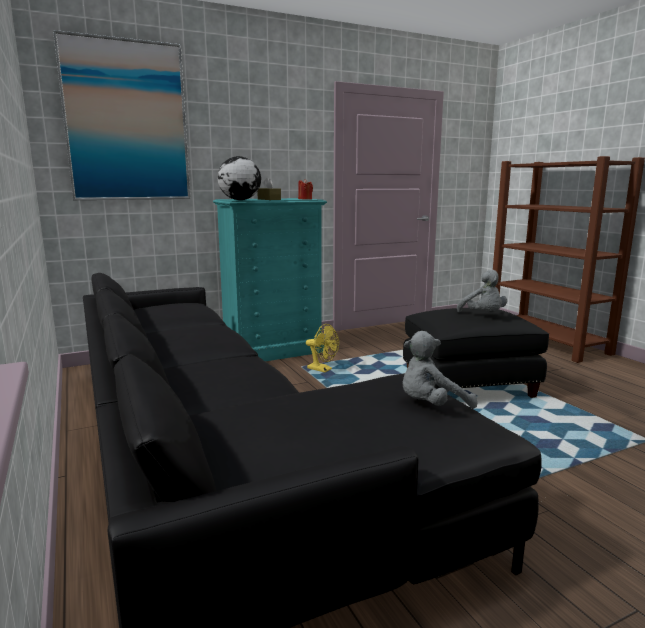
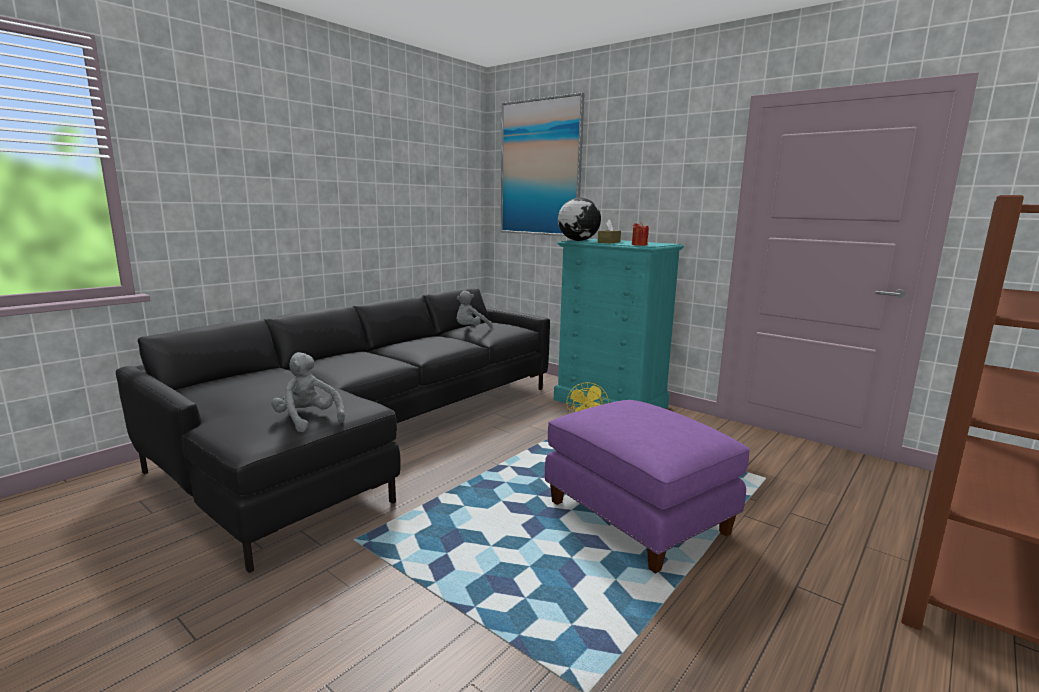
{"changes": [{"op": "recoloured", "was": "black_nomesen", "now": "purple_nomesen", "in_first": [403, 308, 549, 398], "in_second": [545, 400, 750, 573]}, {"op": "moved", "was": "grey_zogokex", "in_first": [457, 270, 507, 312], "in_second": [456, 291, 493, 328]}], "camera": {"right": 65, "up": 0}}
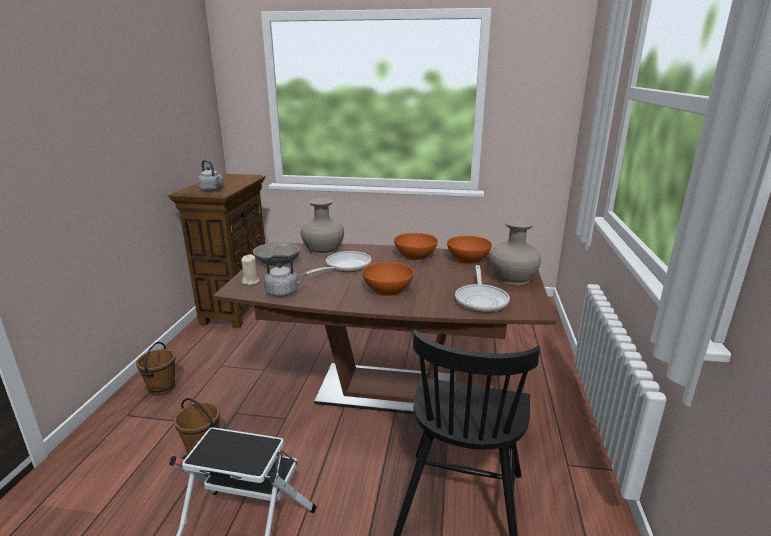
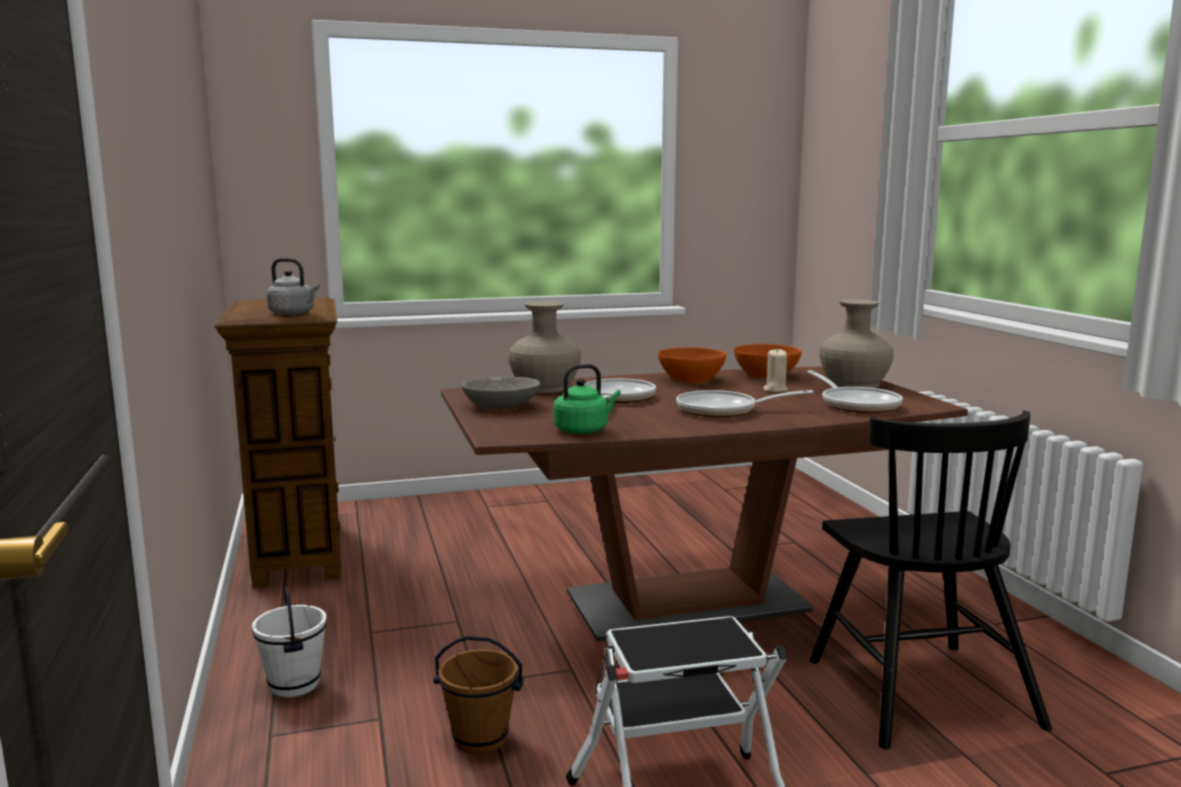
{"changes": [{"op": "recoloured", "was": "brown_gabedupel", "now": "white_gabedupel", "in_first": [136, 342, 176, 396], "in_second": [252, 588, 327, 697]}, {"op": "moved", "was": "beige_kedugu", "in_first": [241, 255, 259, 285], "in_second": [764, 348, 788, 392]}, {"op": "recoloured", "was": "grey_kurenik", "now": "green_kurenik", "in_first": [264, 255, 307, 297], "in_second": [553, 364, 621, 434]}, {"op": "replaced", "was": "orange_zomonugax", "now": "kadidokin", "in_first": [362, 262, 414, 296], "in_second": [676, 390, 813, 417]}], "camera": {"right": -25, "up": -10}}
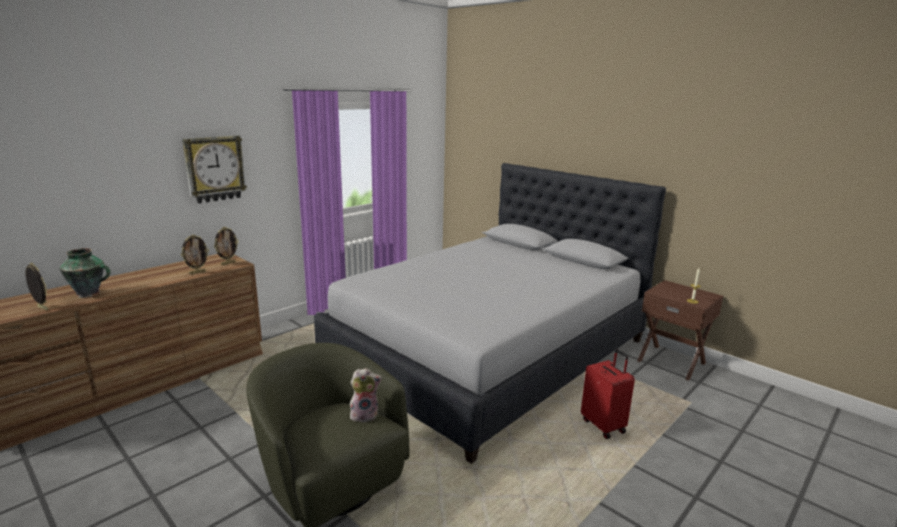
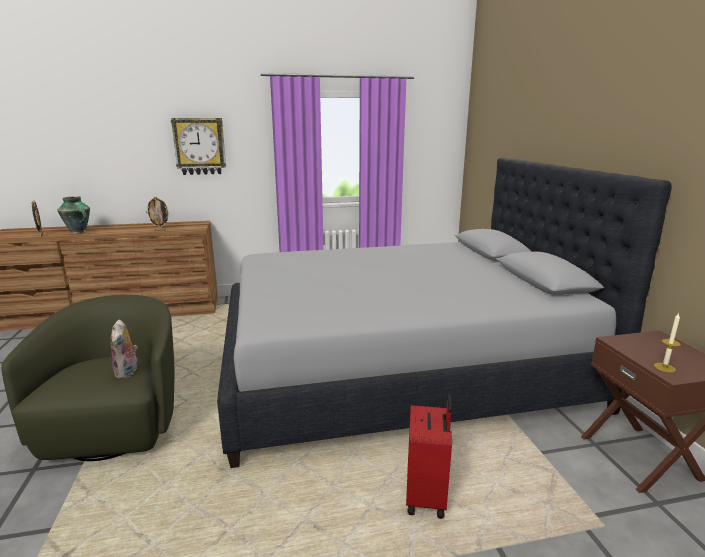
{"changes": [{"op": "removed", "was": "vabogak", "in_first": [214, 227, 239, 265]}, {"op": "turned", "was": "zogokex", "in_first": [350, 368, 382, 423], "in_second": [110, 320, 138, 379], "clockwise": 60}], "camera": {"right": 35, "up": 0}}
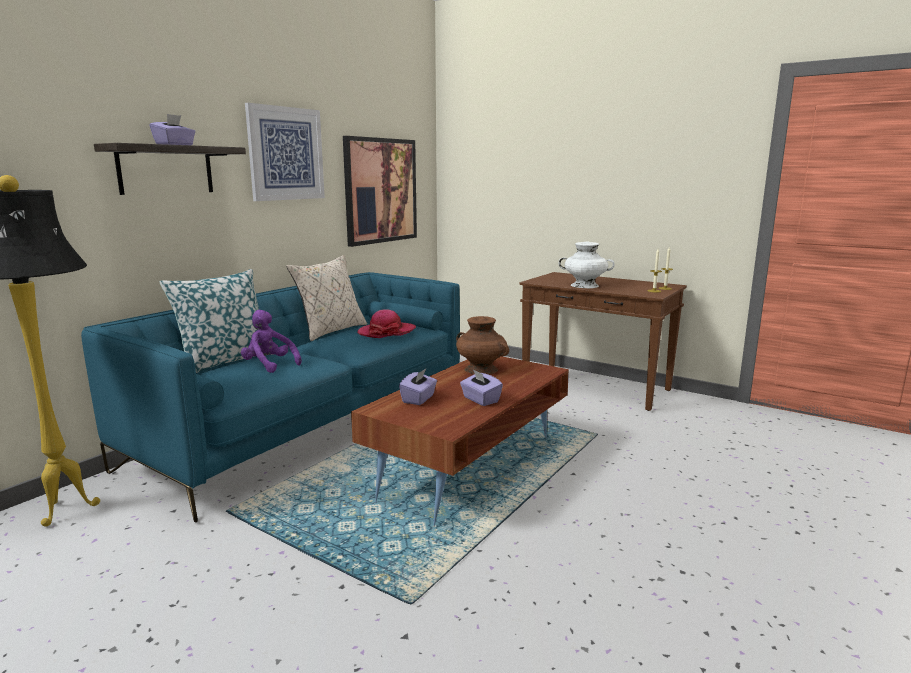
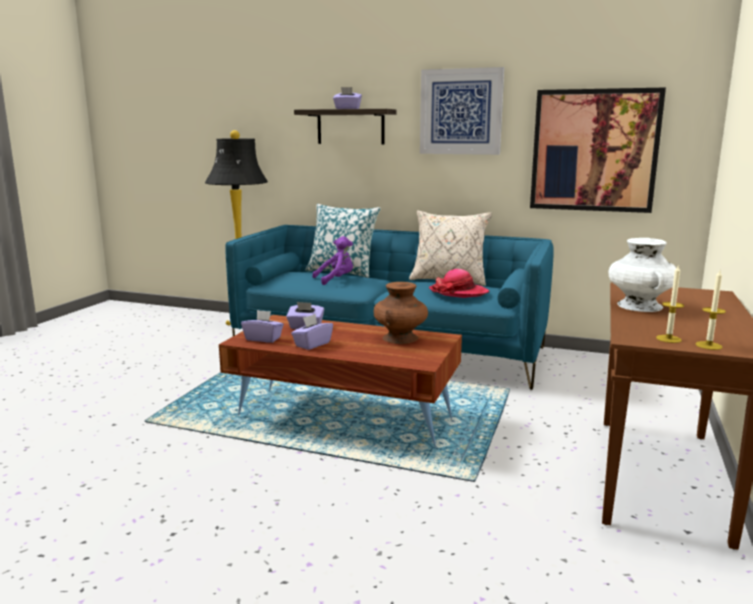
{"changes": [{"op": "turned", "was": "purple_zogokex", "in_first": [241, 310, 302, 373], "in_second": [312, 236, 353, 285], "clockwise": 45}, {"op": "added", "now": "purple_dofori", "in_second": [241, 310, 284, 343]}], "camera": {"right": 75, "up": 0}}
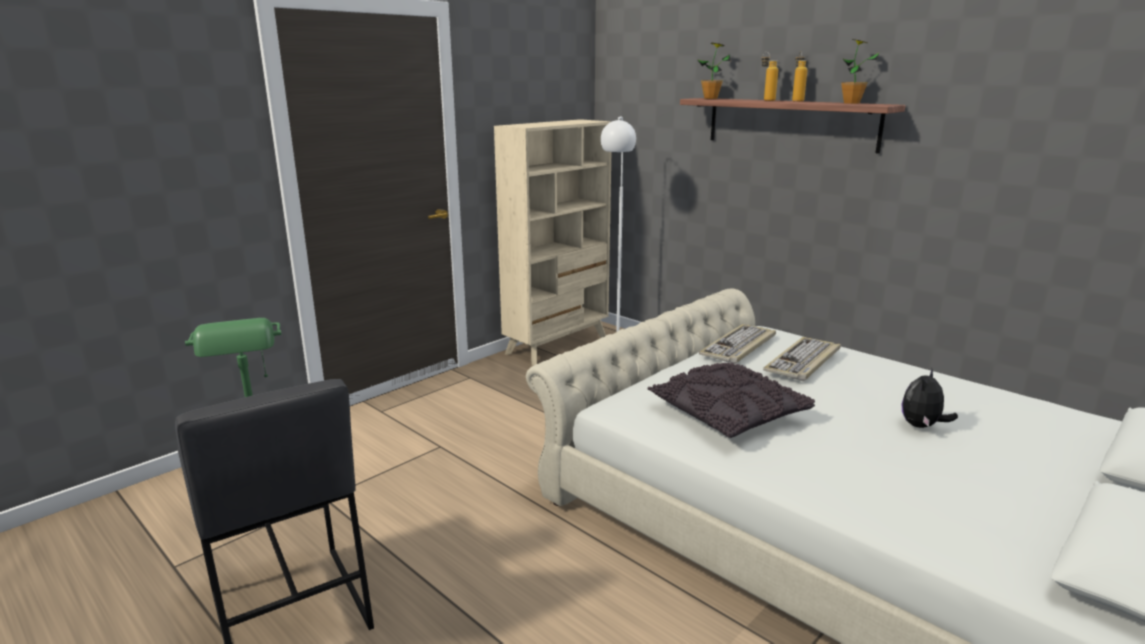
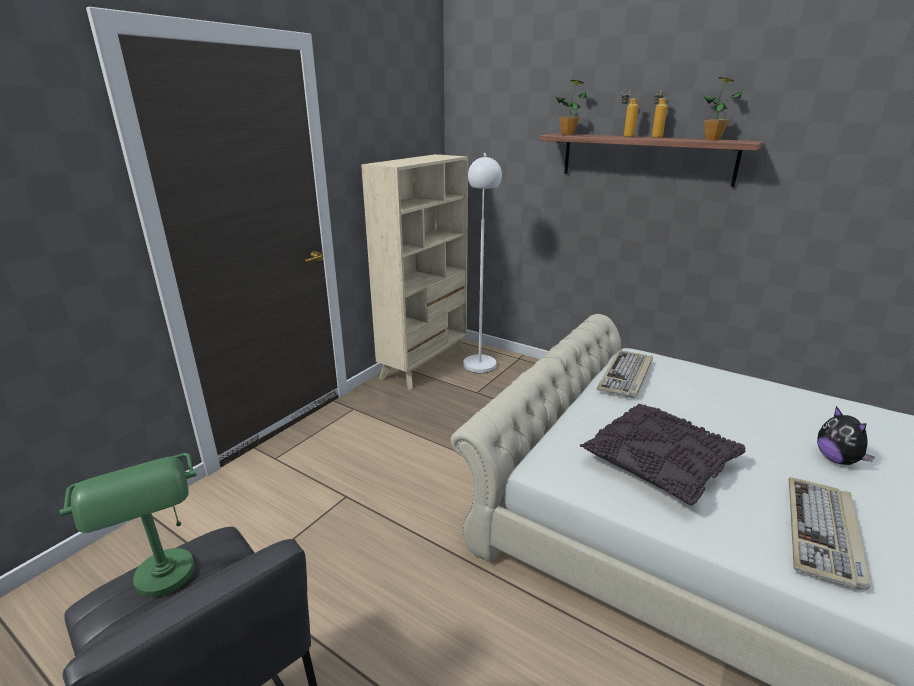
{"changes": [{"op": "moved", "was": "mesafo", "in_first": [763, 337, 841, 381], "in_second": [789, 477, 870, 590]}, {"op": "turned", "was": "zogokex", "in_first": [902, 368, 958, 428], "in_second": [817, 406, 875, 465], "clockwise": -45}], "camera": {"right": -10, "up": 5}}
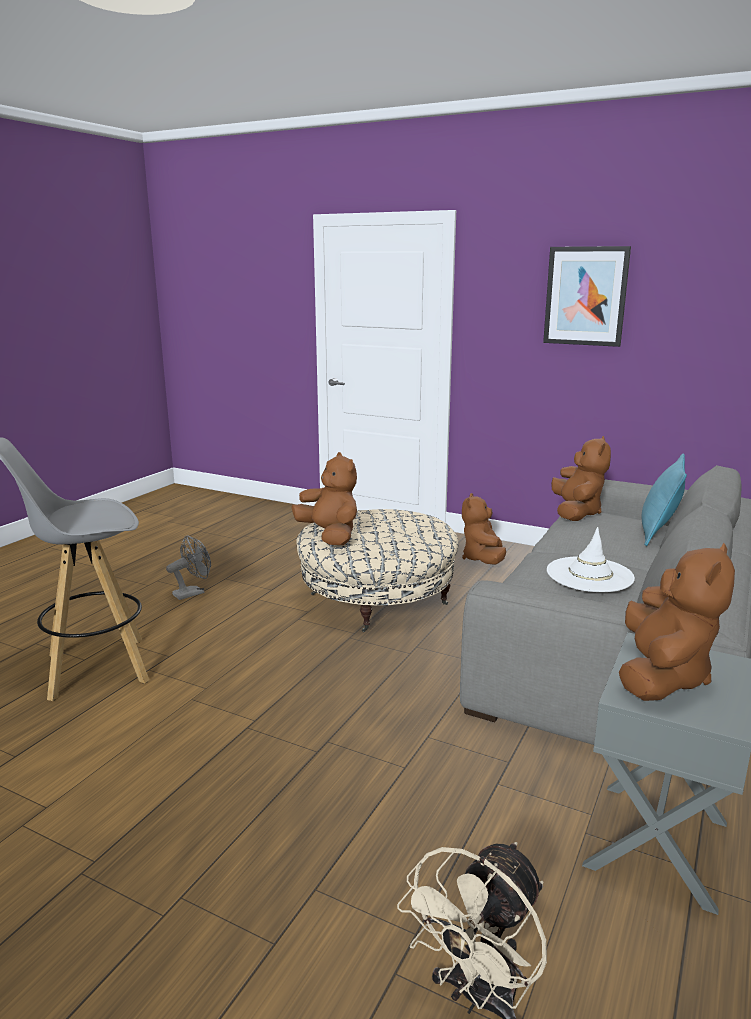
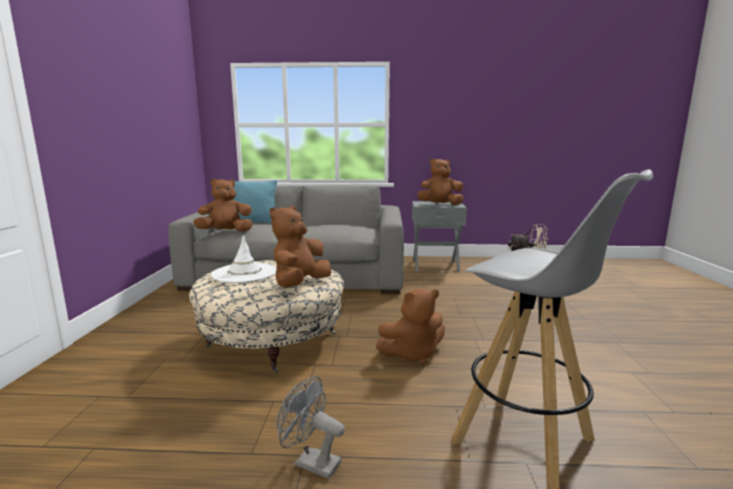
{"changes": [{"op": "moved", "was": "brown_zogokex", "in_first": [462, 493, 506, 564], "in_second": [376, 288, 445, 365]}, {"op": "removed", "was": "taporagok", "in_first": [543, 246, 631, 347]}, {"op": "moved", "was": "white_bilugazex", "in_first": [547, 527, 635, 592], "in_second": [211, 235, 277, 283]}], "camera": {"right": -115, "up": -5}}
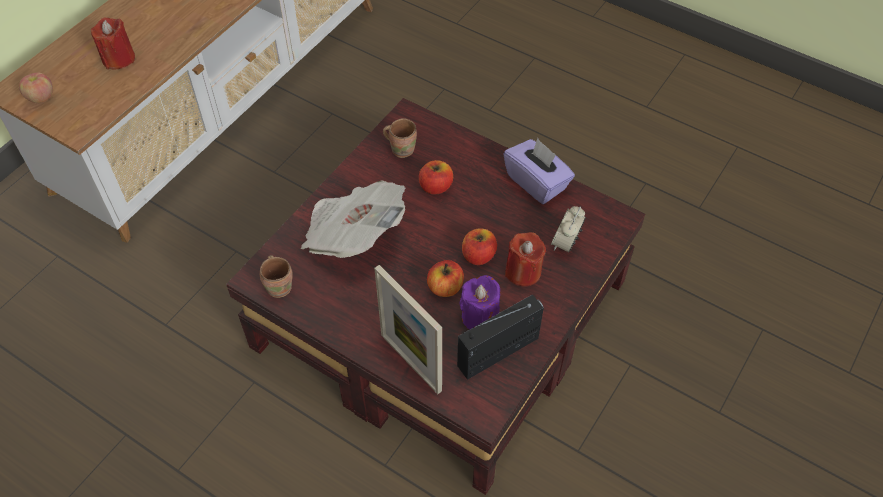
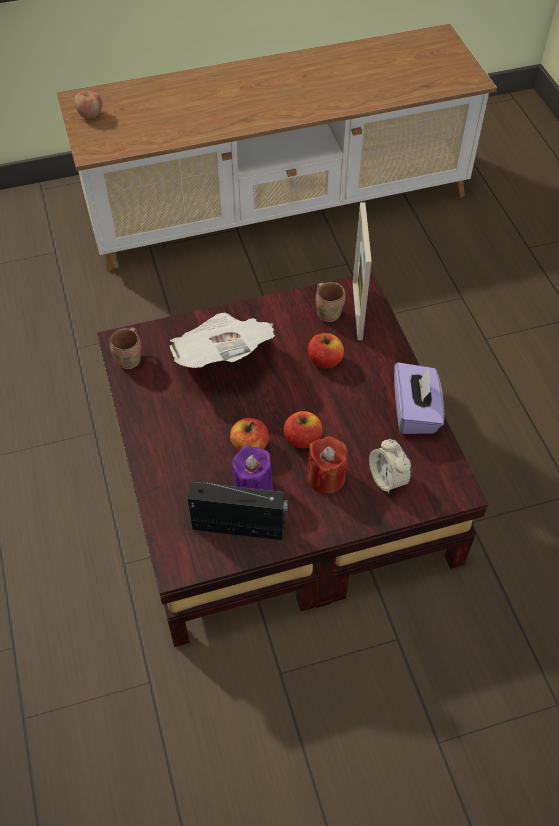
{"changes": [{"op": "removed", "was": "red_kedugu", "in_first": [91, 17, 135, 69]}, {"op": "moved", "was": "vabogak", "in_first": [374, 265, 442, 394], "in_second": [353, 203, 372, 340]}, {"op": "turned", "was": "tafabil", "in_first": [551, 206, 586, 252], "in_second": [369, 439, 412, 494], "clockwise": -90}], "camera": {"right": 40, "up": 0}}
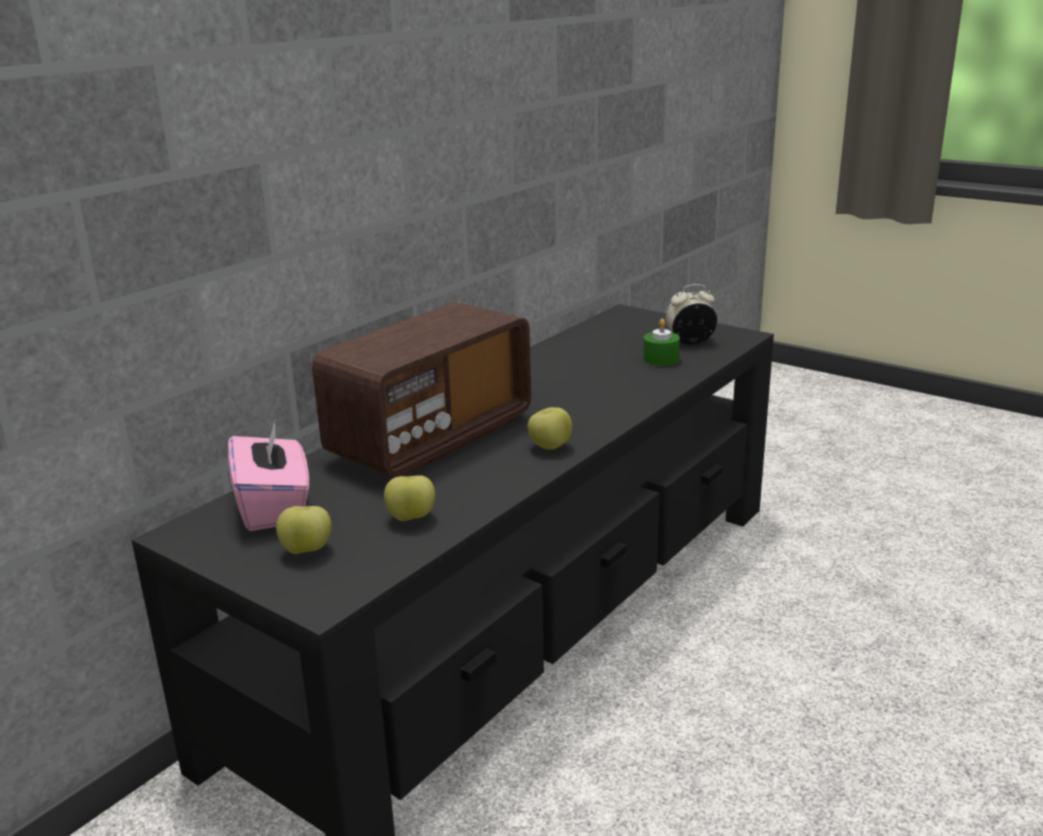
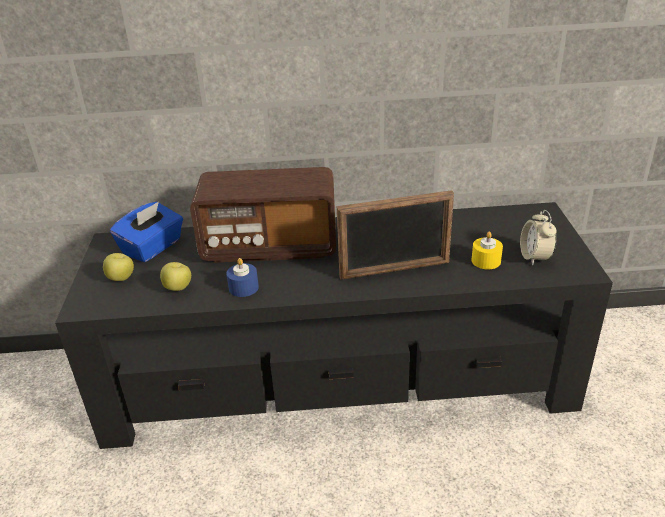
{"changes": [{"op": "recoloured", "was": "pink_dofori", "now": "blue_dofori", "in_first": [228, 421, 309, 531], "in_second": [110, 201, 183, 262]}, {"op": "removed", "was": "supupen", "in_first": [528, 407, 572, 450]}, {"op": "recoloured", "was": "green_kedugu", "now": "yellow_kedugu", "in_first": [643, 319, 680, 366], "in_second": [472, 232, 503, 269]}, {"op": "turned", "was": "tafabil", "in_first": [665, 284, 717, 345], "in_second": [520, 210, 557, 266], "clockwise": -135}, {"op": "added", "now": "blue_kedugu", "in_second": [226, 258, 259, 297]}, {"op": "added", "now": "vabogak", "in_second": [337, 190, 454, 280]}], "camera": {"right": 50, "up": 10}}
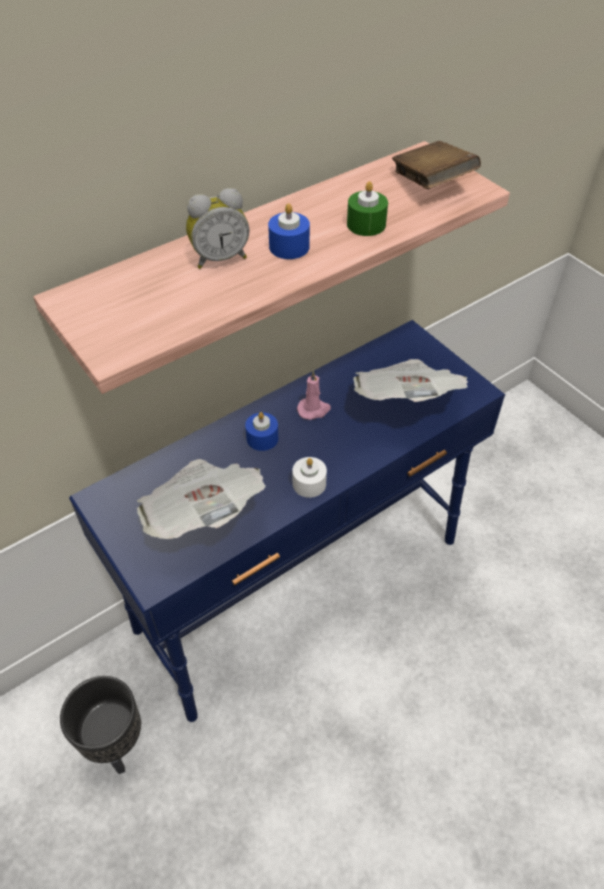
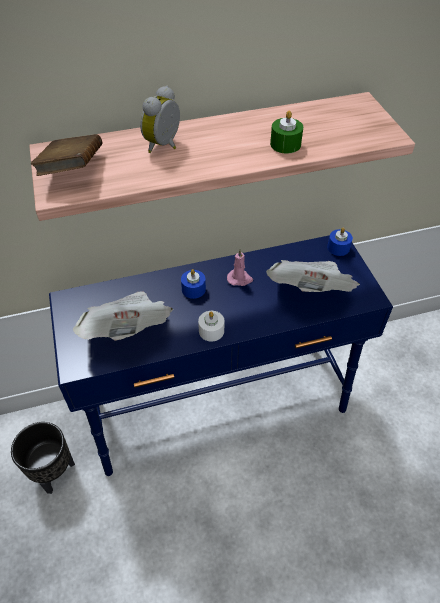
{"changes": [{"op": "turned", "was": "tafabil", "in_first": [186, 188, 249, 269], "in_second": [140, 86, 180, 153], "clockwise": 120}, {"op": "moved", "was": "blue_kedugu", "in_first": [268, 203, 310, 259], "in_second": [327, 228, 353, 256]}, {"op": "moved", "was": "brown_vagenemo", "in_first": [392, 141, 481, 189], "in_second": [31, 134, 102, 176]}], "camera": {"right": 20, "up": 0}}
